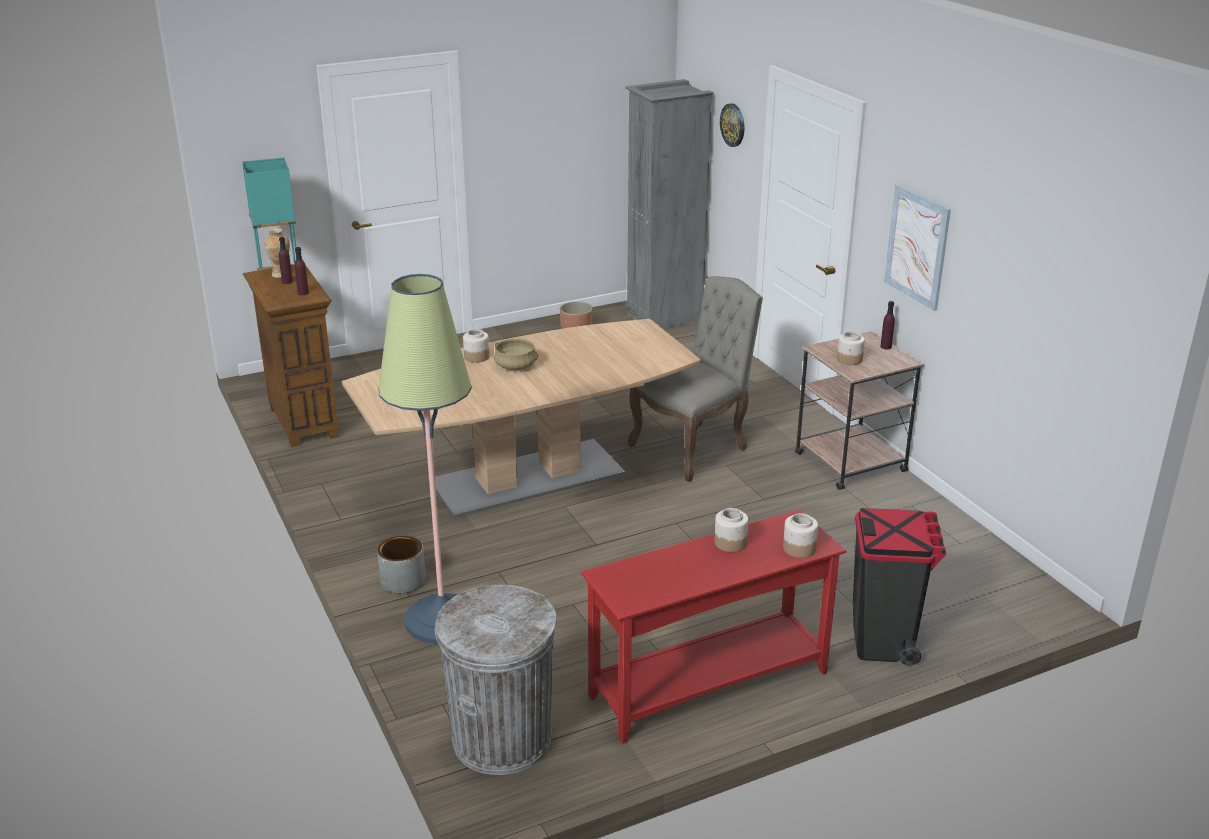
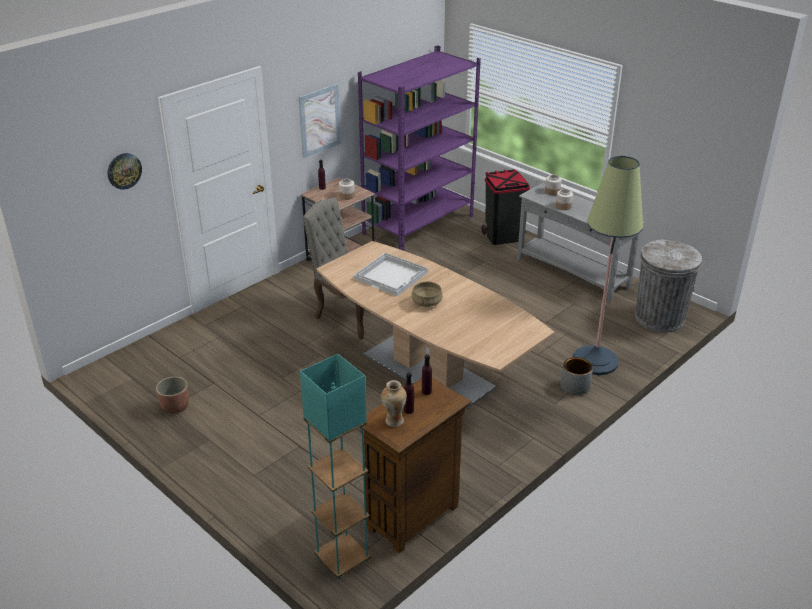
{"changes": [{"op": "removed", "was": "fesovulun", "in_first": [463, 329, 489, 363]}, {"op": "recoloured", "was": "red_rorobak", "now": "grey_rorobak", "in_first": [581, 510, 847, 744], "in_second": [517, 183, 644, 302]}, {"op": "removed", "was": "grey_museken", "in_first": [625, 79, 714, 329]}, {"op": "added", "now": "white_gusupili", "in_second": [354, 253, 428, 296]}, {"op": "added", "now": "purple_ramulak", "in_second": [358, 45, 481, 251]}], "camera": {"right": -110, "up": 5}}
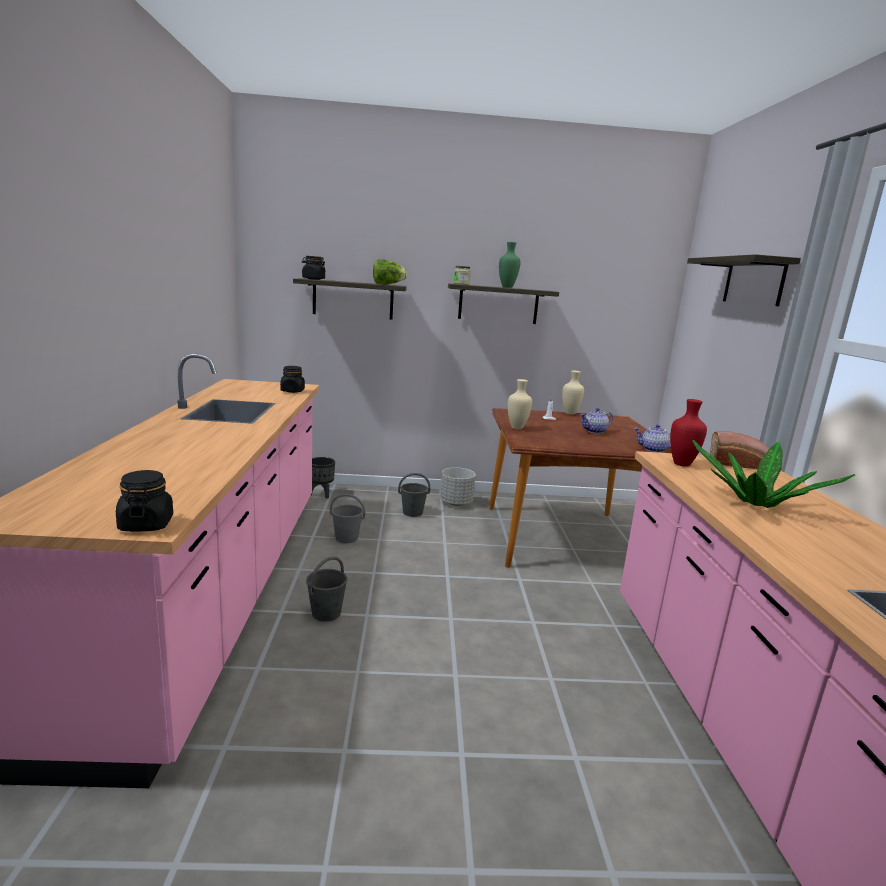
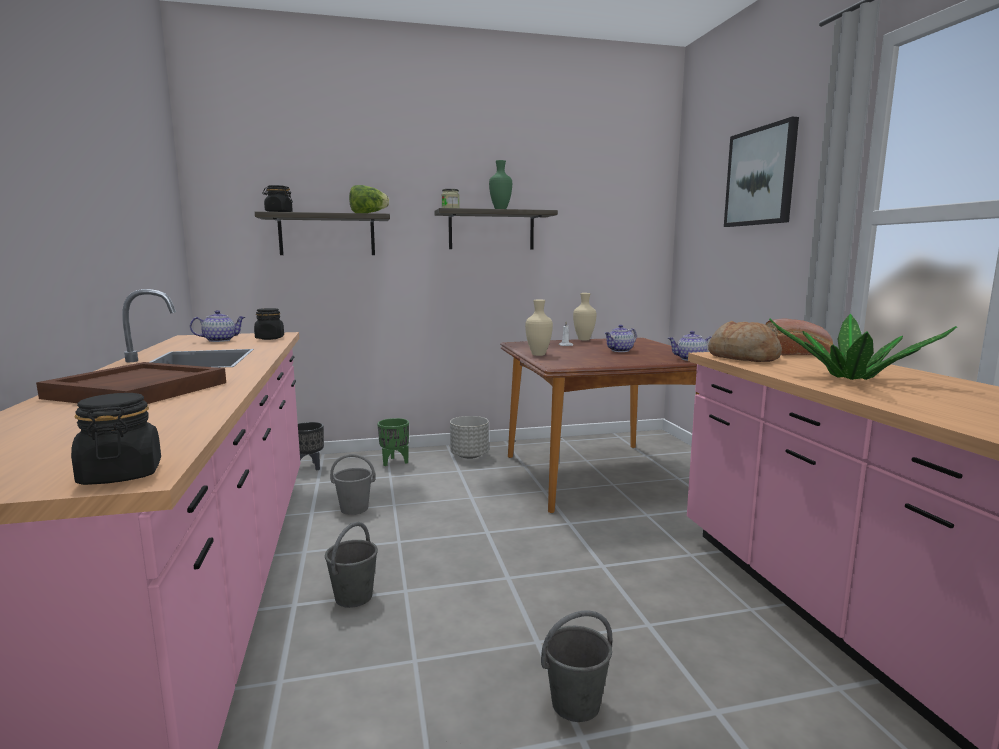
{"changes": [{"op": "moved", "was": "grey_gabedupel", "in_first": [398, 473, 430, 517], "in_second": [541, 610, 612, 722]}, {"op": "replaced", "was": "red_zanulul", "now": "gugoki", "in_first": [670, 399, 707, 467], "in_second": [708, 321, 782, 362]}, {"op": "replaced", "was": "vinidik", "now": "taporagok", "in_first": [687, 254, 801, 306], "in_second": [724, 117, 799, 227]}, {"op": "added", "now": "brown_gusupili", "in_second": [36, 362, 226, 404]}, {"op": "added", "now": "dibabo", "in_second": [190, 310, 245, 342]}, {"op": "added", "now": "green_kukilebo", "in_second": [377, 418, 409, 466]}], "camera": {"right": -10, "up": -5}}
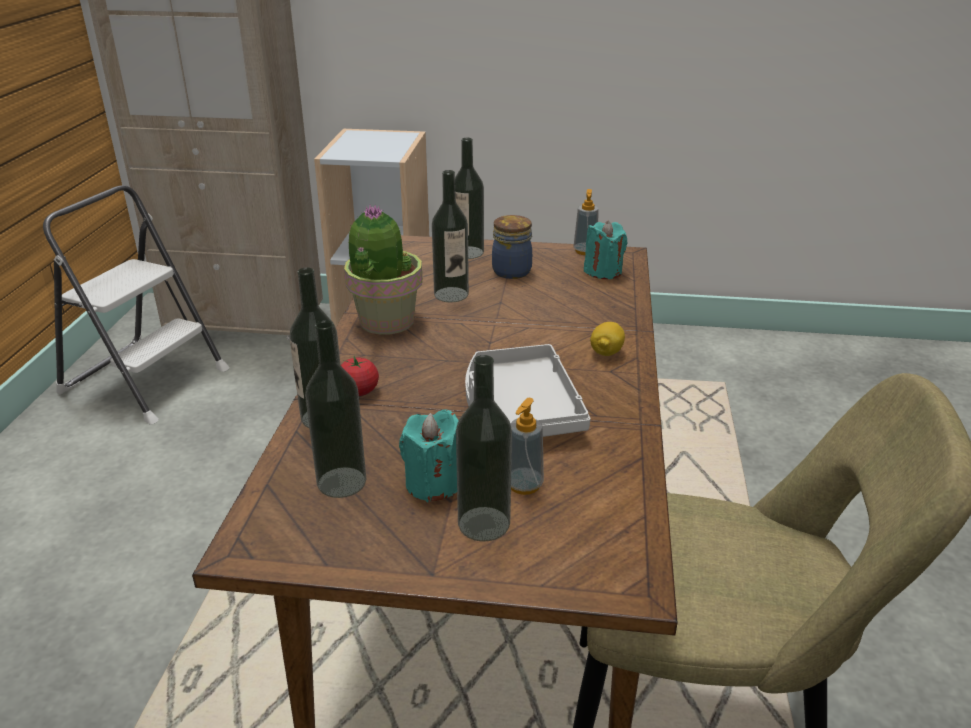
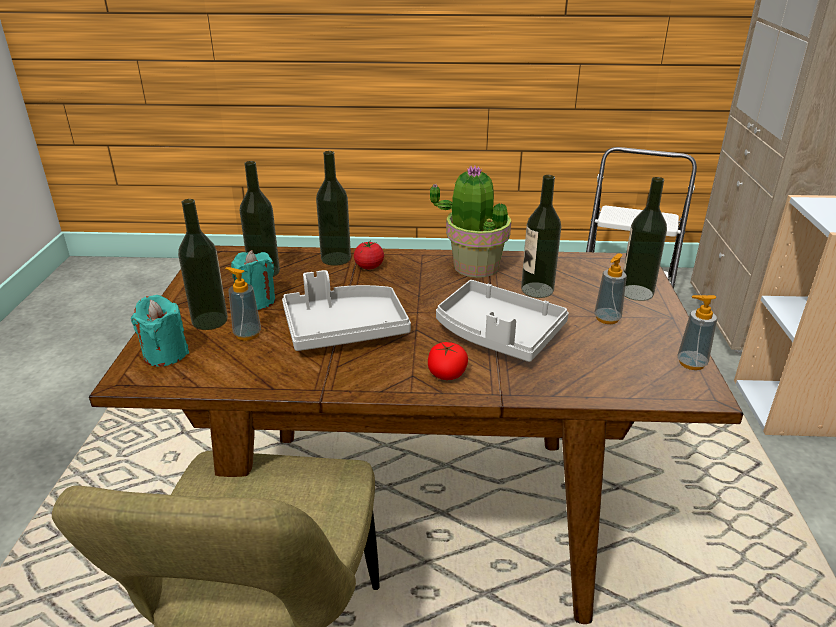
{"changes": [{"op": "replaced", "was": "fesovulun", "now": "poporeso", "in_first": [492, 215, 532, 279], "in_second": [594, 253, 627, 324]}, {"op": "moved", "was": "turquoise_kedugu", "in_first": [584, 221, 627, 279], "in_second": [131, 295, 189, 367]}, {"op": "replaced", "was": "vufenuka", "now": "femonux", "in_first": [590, 322, 625, 356], "in_second": [428, 342, 468, 380]}, {"op": "added", "now": "grey_gusupili", "in_second": [436, 280, 569, 362]}], "camera": {"right": 85, "up": 0}}
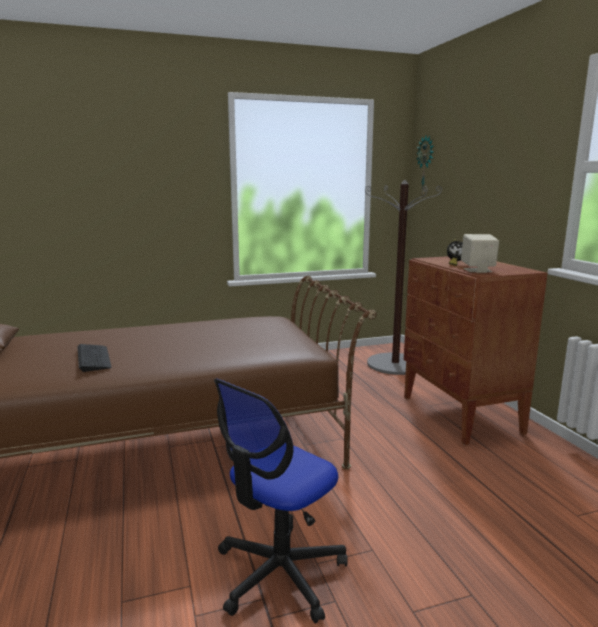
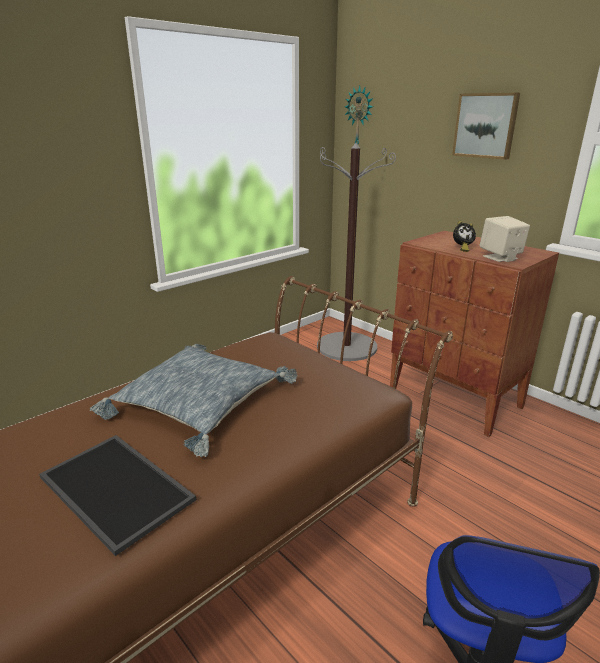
{"changes": [{"op": "replaced", "was": "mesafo", "now": "gusupili", "in_first": [77, 344, 112, 372], "in_second": [39, 435, 196, 556]}, {"op": "added", "now": "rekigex", "in_second": [89, 343, 297, 457]}, {"op": "added", "now": "taporagok", "in_second": [452, 93, 520, 160]}], "camera": {"right": -25, "up": 10}}
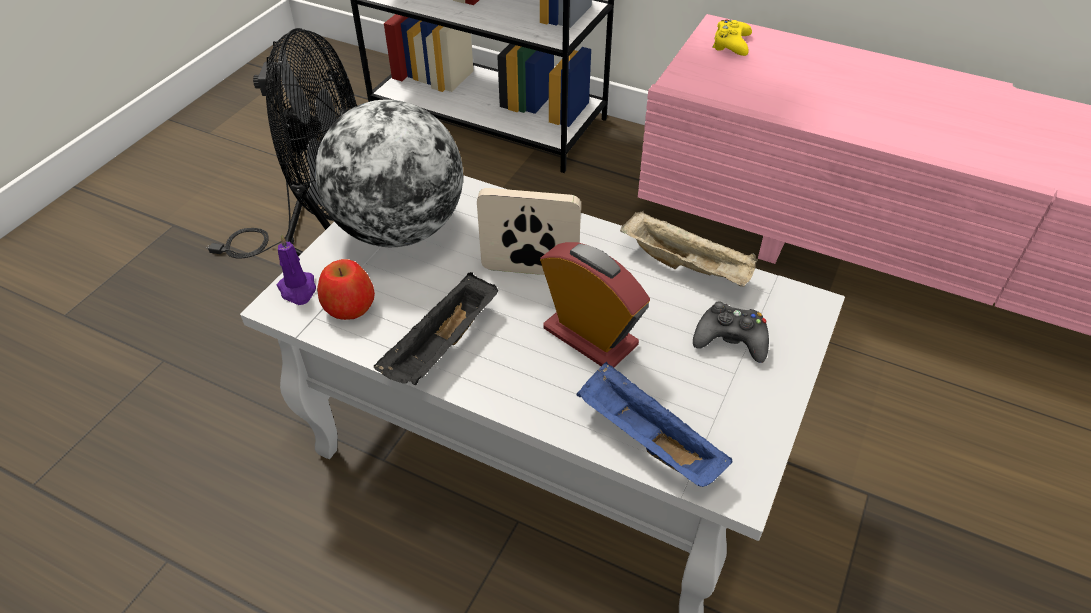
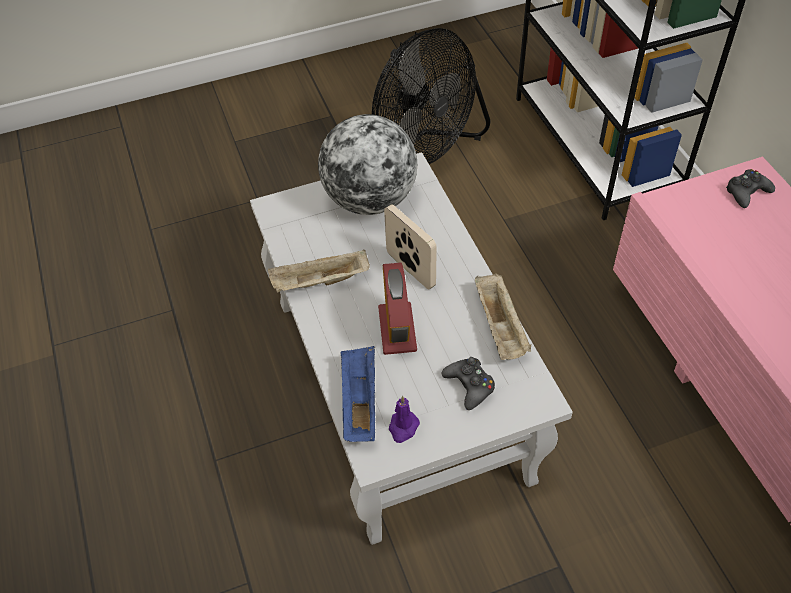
{"changes": [{"op": "moved", "was": "purple_kedugu", "in_first": [277, 234, 316, 305], "in_second": [389, 396, 420, 443]}, {"op": "removed", "was": "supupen", "in_first": [317, 259, 375, 320]}, {"op": "recoloured", "was": "black_gusupili", "now": "beige_gusupili", "in_first": [374, 272, 498, 386], "in_second": [268, 249, 370, 292]}, {"op": "recoloured", "was": "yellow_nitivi", "now": "black_nitivi", "in_first": [712, 19, 752, 56], "in_second": [726, 169, 775, 208]}], "camera": {"right": 45, "up": 5}}
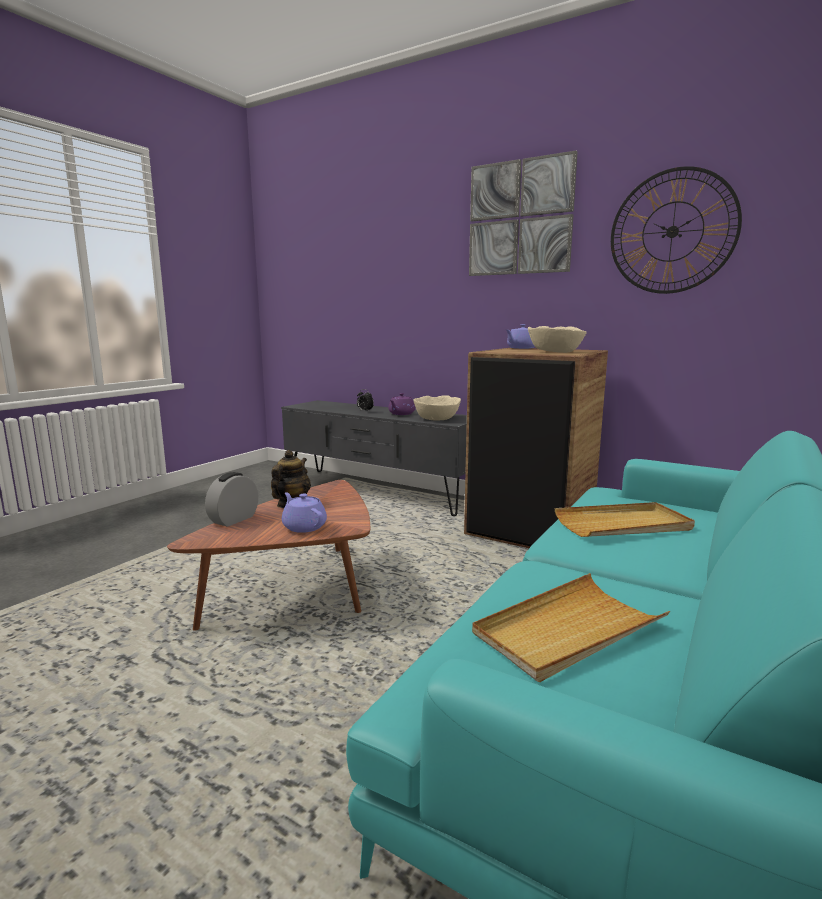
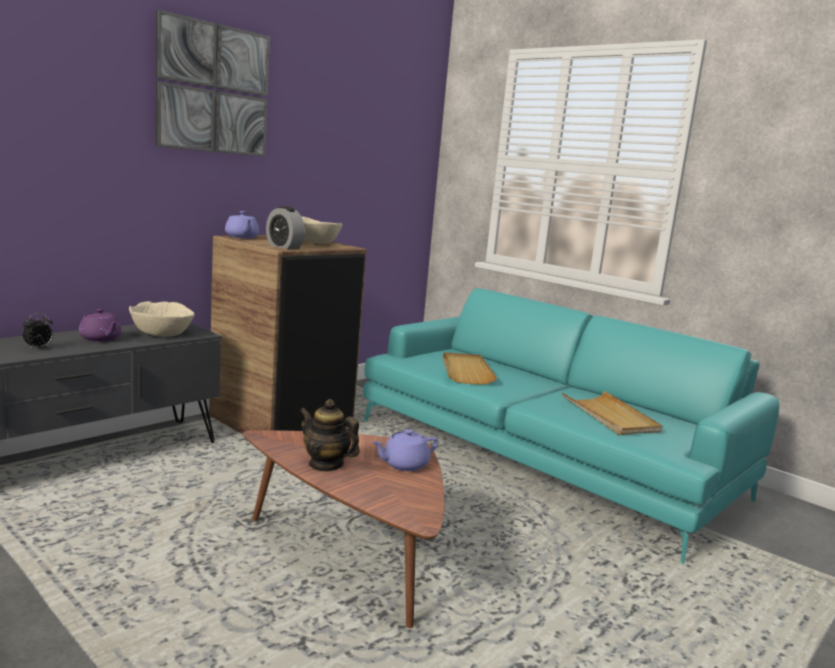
{"changes": [{"op": "moved", "was": "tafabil", "in_first": [205, 472, 258, 527], "in_second": [266, 206, 305, 249]}, {"op": "removed", "was": "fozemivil", "in_first": [611, 166, 742, 294]}], "camera": {"right": -80, "up": 0}}
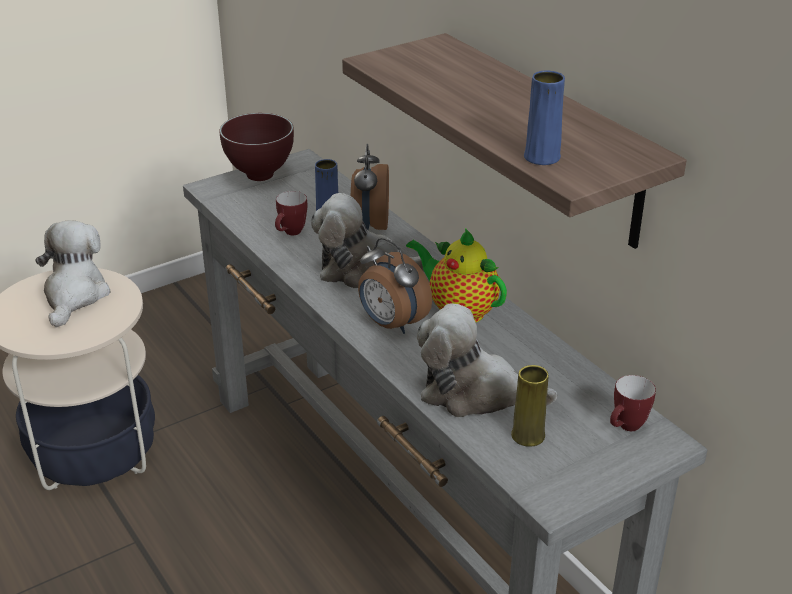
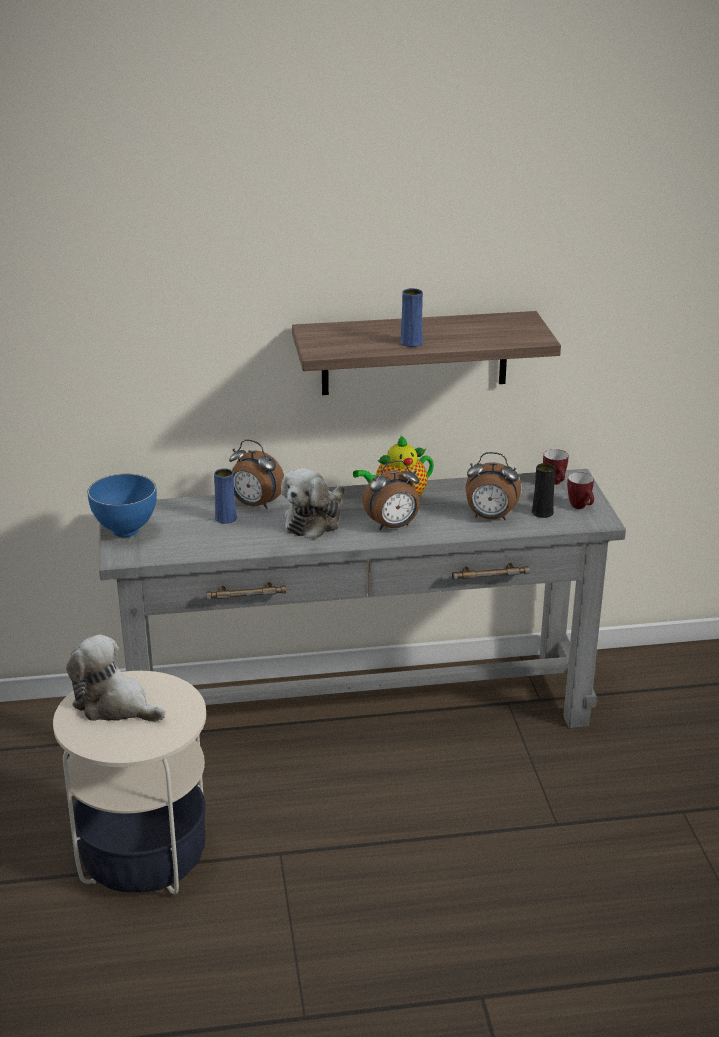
{"changes": [{"op": "recoloured", "was": "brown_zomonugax", "now": "blue_zomonugax", "in_first": [219, 113, 294, 181], "in_second": [87, 474, 157, 537]}, {"op": "moved", "was": "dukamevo", "in_first": [275, 191, 307, 235], "in_second": [567, 472, 594, 509]}, {"op": "replaced", "was": "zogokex", "now": "tafabil", "in_first": [417, 303, 557, 417], "in_second": [465, 452, 521, 520]}, {"op": "recoloured", "was": "yellow_zanulul", "now": "black_zanulul", "in_first": [511, 365, 549, 447], "in_second": [532, 463, 555, 518]}, {"op": "moved", "was": "blue_zanulul", "in_first": [524, 70, 565, 165], "in_second": [400, 288, 423, 347]}], "camera": {"right": -65, "up": -5}}
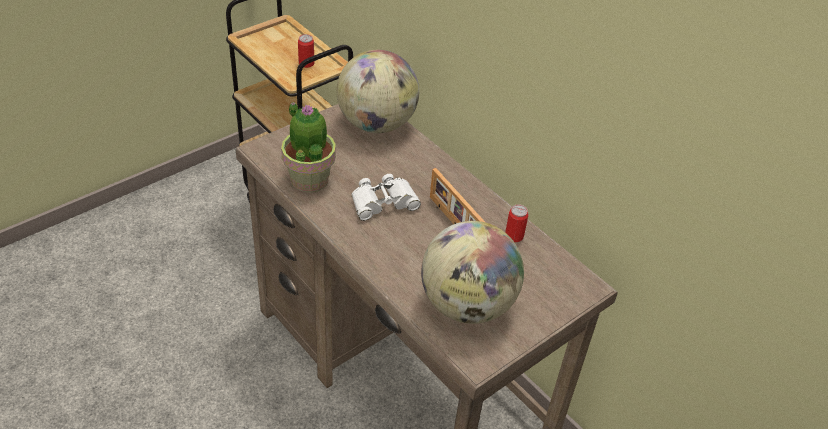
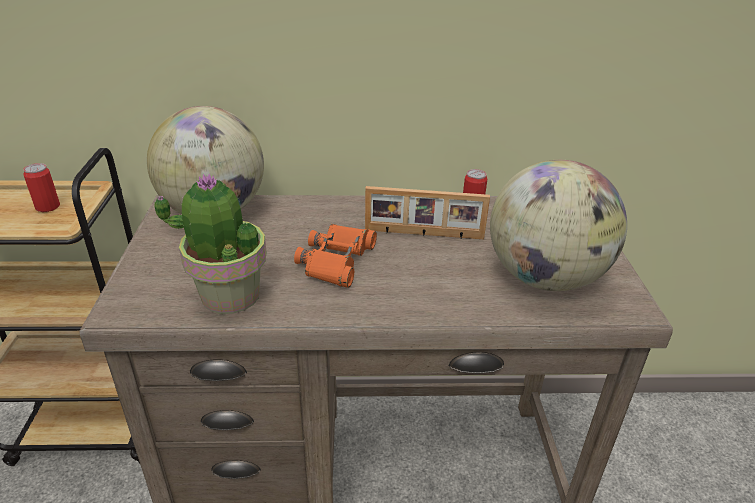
{"changes": [{"op": "recoloured", "was": "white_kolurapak", "now": "orange_kolurapak", "in_first": [351, 174, 421, 221], "in_second": [294, 224, 377, 288]}], "camera": {"right": -50, "up": -10}}
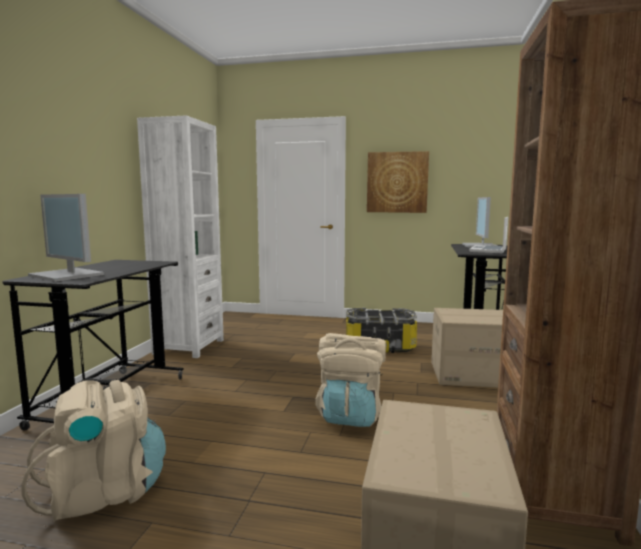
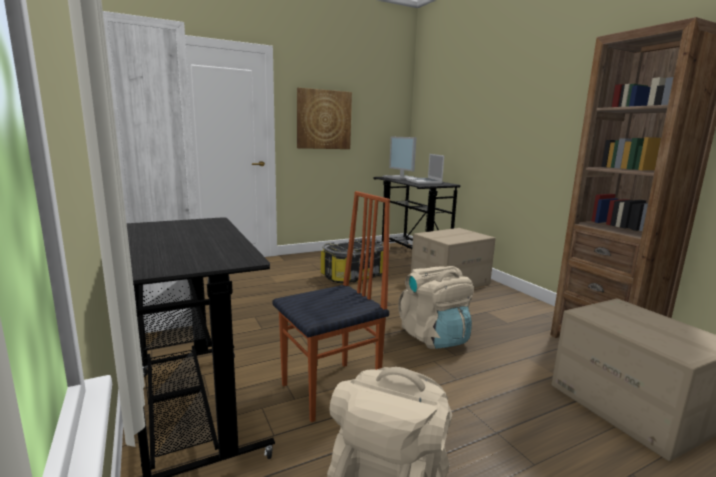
{"changes": [{"op": "removed", "was": "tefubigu", "in_first": [28, 194, 104, 282]}, {"op": "added", "now": "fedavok", "in_second": [272, 191, 390, 422]}], "camera": {"right": -40, "up": 5}}
